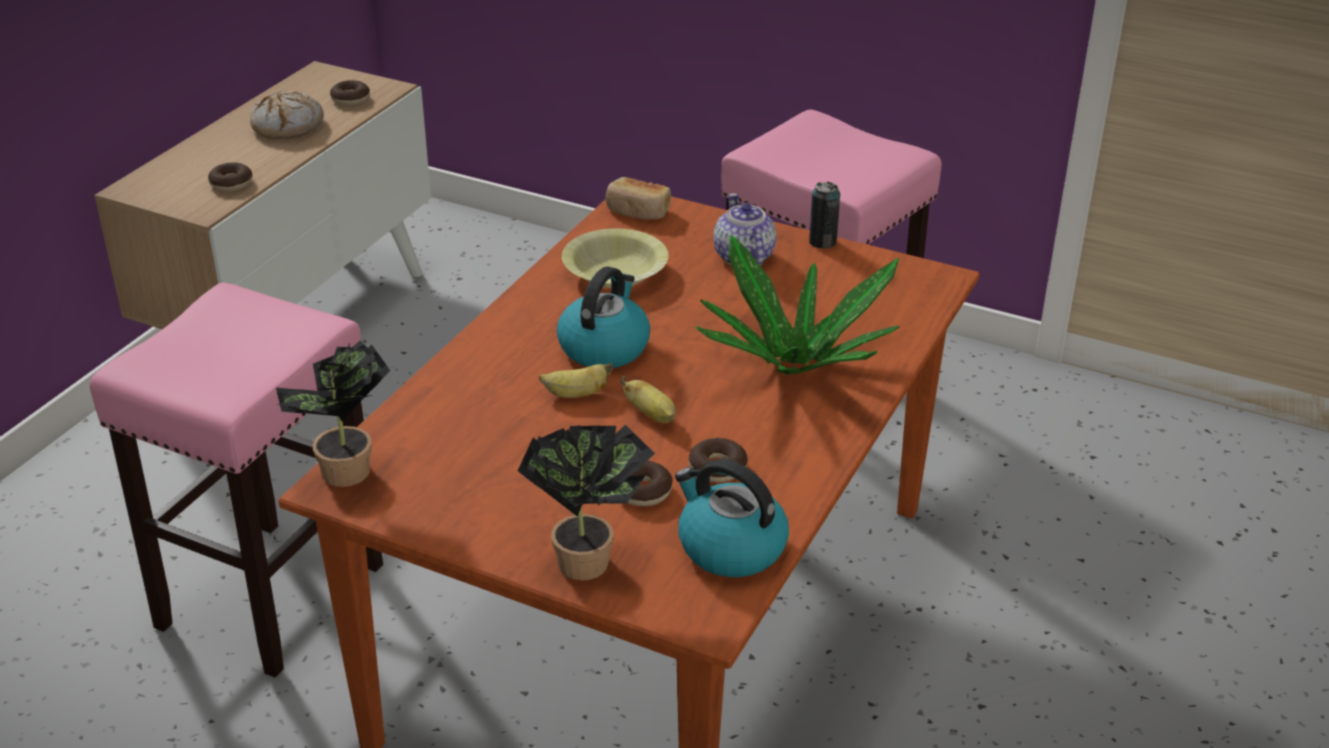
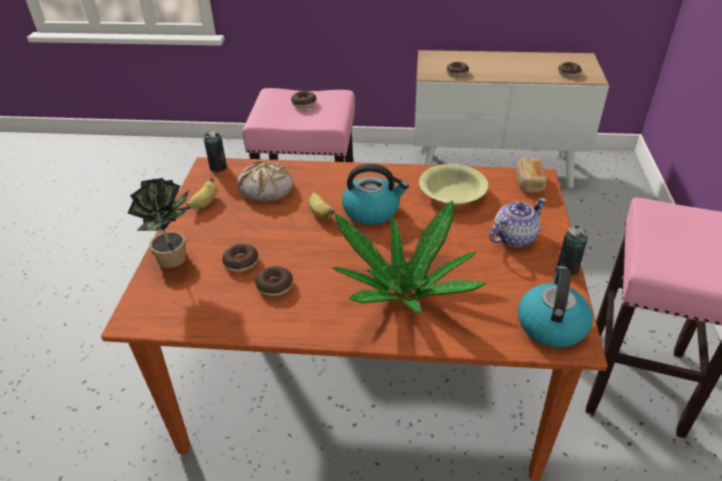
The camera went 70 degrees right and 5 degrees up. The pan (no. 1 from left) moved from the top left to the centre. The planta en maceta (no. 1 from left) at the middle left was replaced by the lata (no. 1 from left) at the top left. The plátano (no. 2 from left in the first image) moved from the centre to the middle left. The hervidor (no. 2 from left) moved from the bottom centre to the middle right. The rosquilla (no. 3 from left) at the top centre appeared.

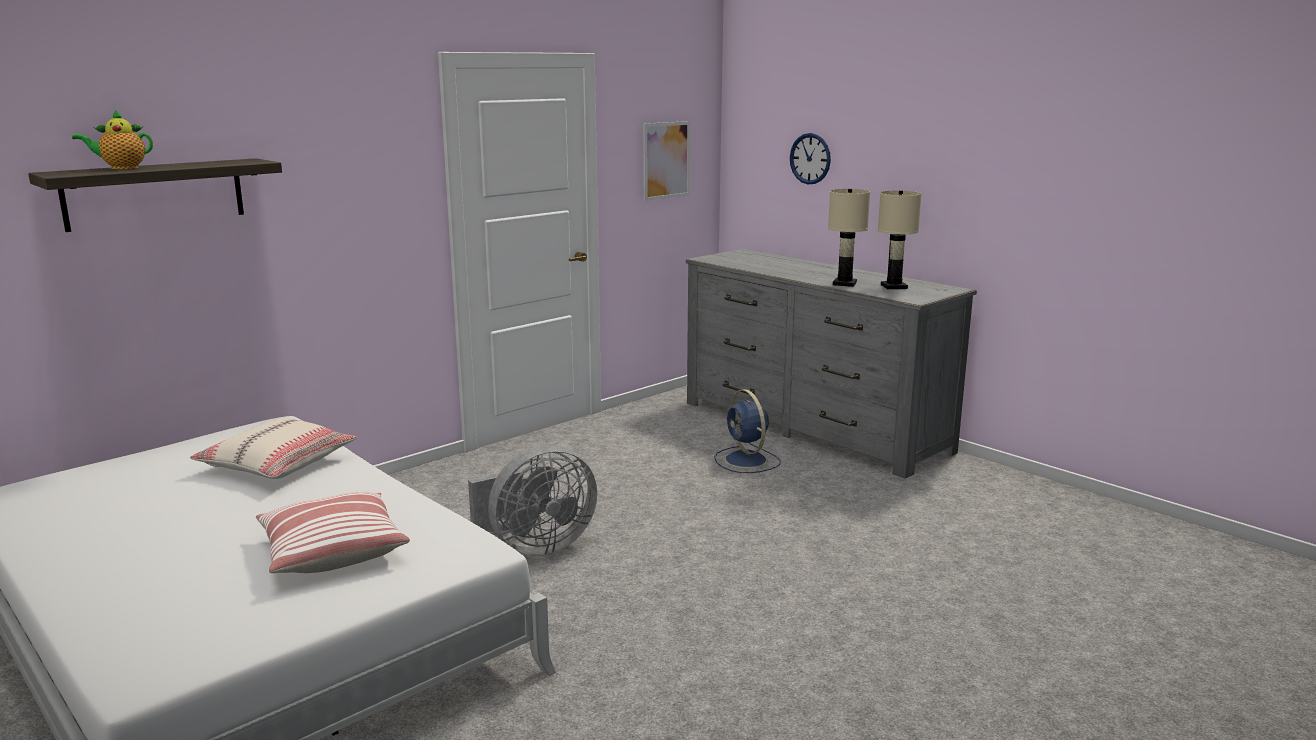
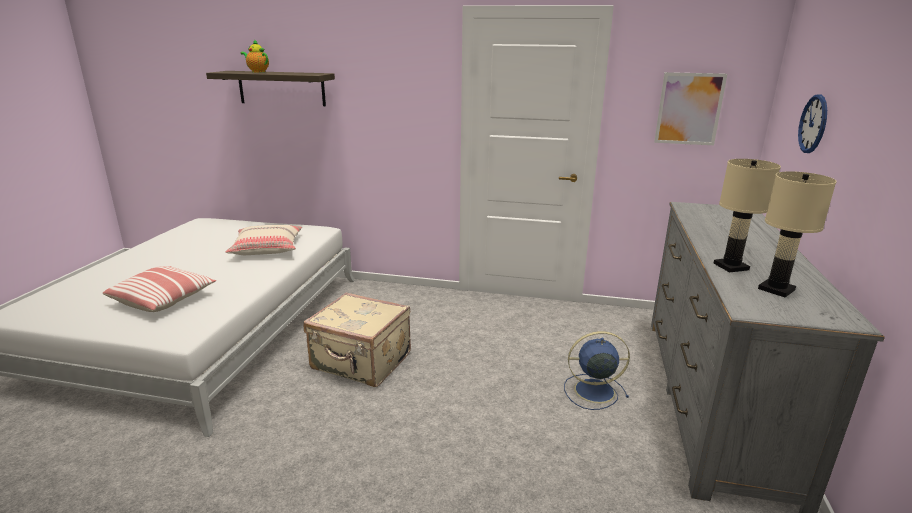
The camera went 55 degrees right and 5 degrees up. The ventilador (azul) at the centre turned 60 degrees clockwise. The ventilador (gris) at the bottom centre was replaced by the maleta (beis) at the centre.

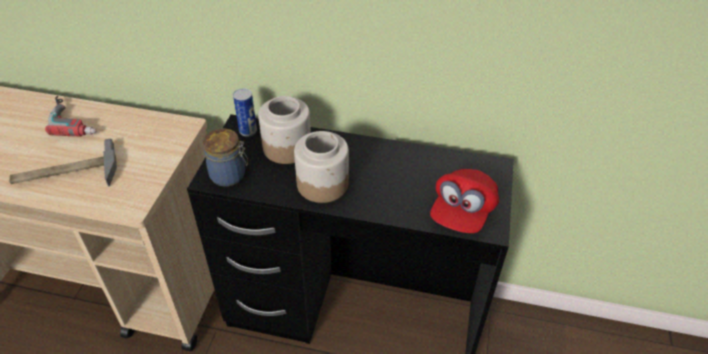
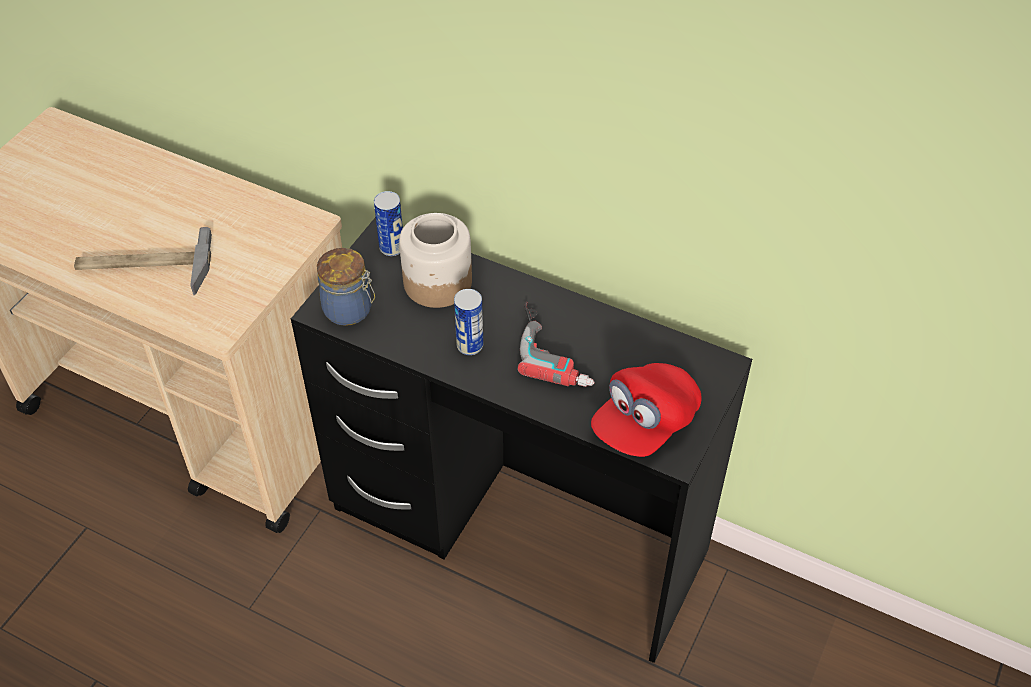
The camera went 15 degrees right and 5 degrees up. The taladro moved from the top left to the centre. The tarro (no. 3 from left) at the centre was replaced by the lata (no. 2 from left) at the centre.

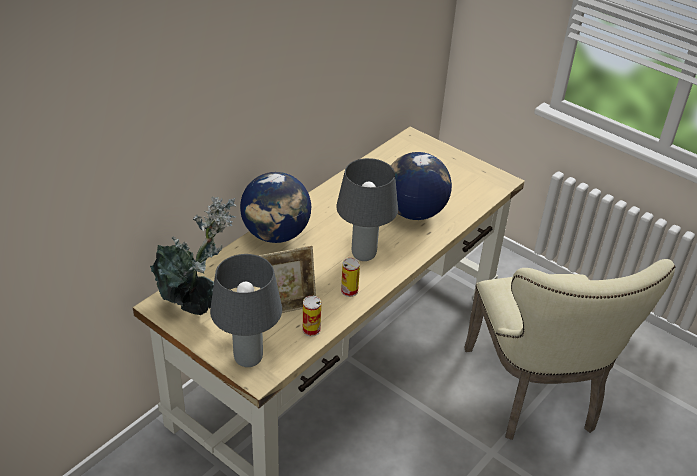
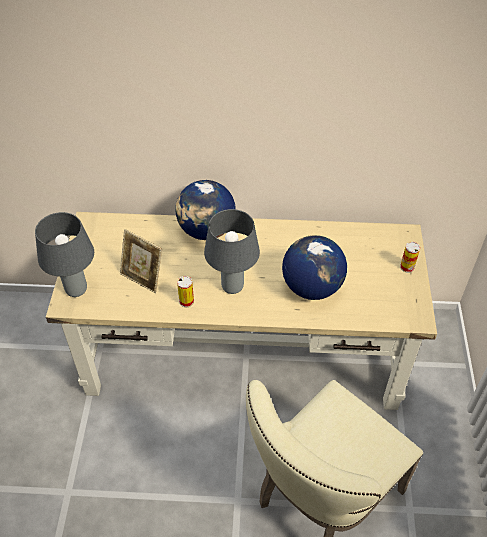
The camera went 55 degrees right and 10 degrees up. The planta en maceta at the middle left disappeared. The lata (no. 1 from left in the first image) moved from the centre to the middle right.

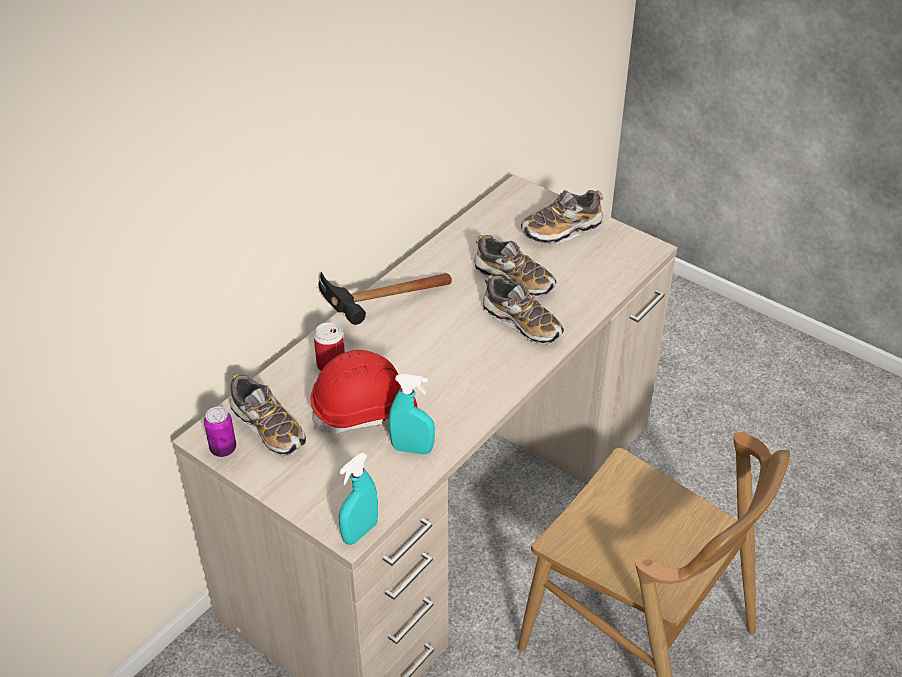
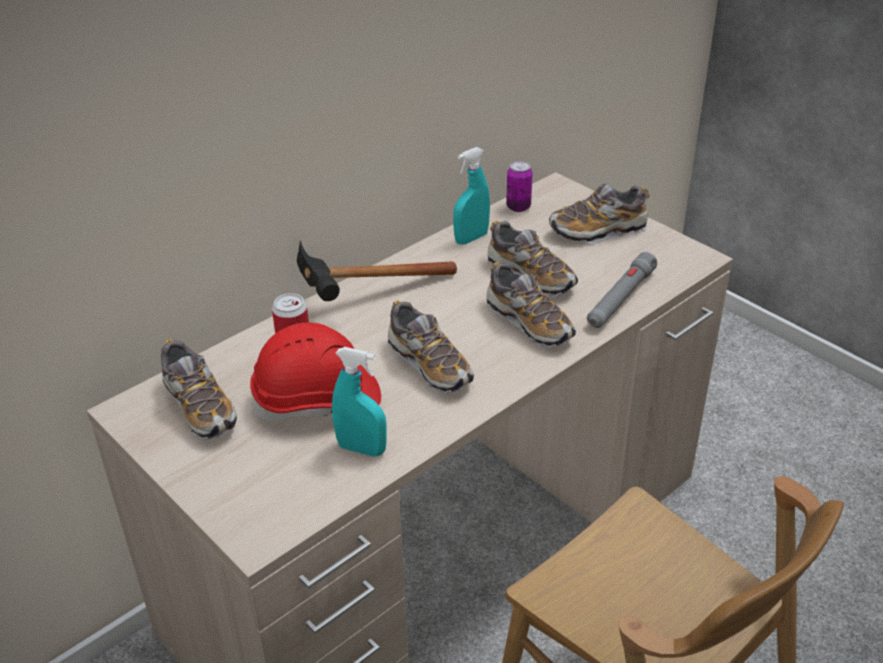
The camera went 10 degrees right and 5 degrees down. The lata (no. 1 from left in the first image) moved from the middle left to the top centre. The pulverizador (turquesa) (no. 1 from left in the first image) moved from the bottom centre to the top centre. The linterna (gris) at the middle right appeared. The zapato (no. 2 from left) at the centre appeared.

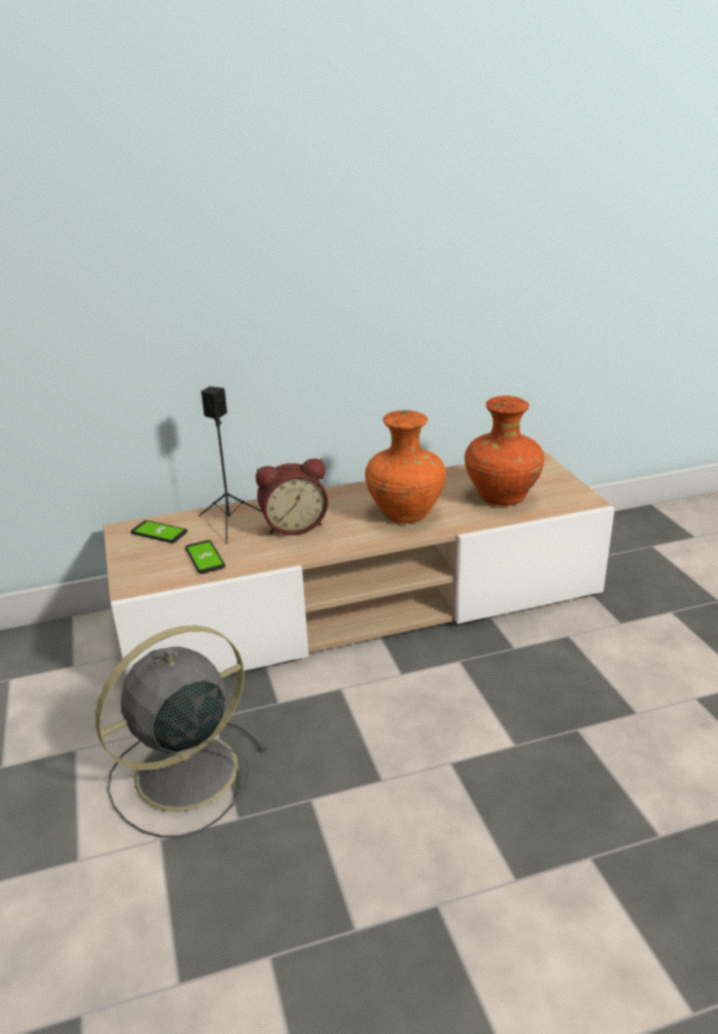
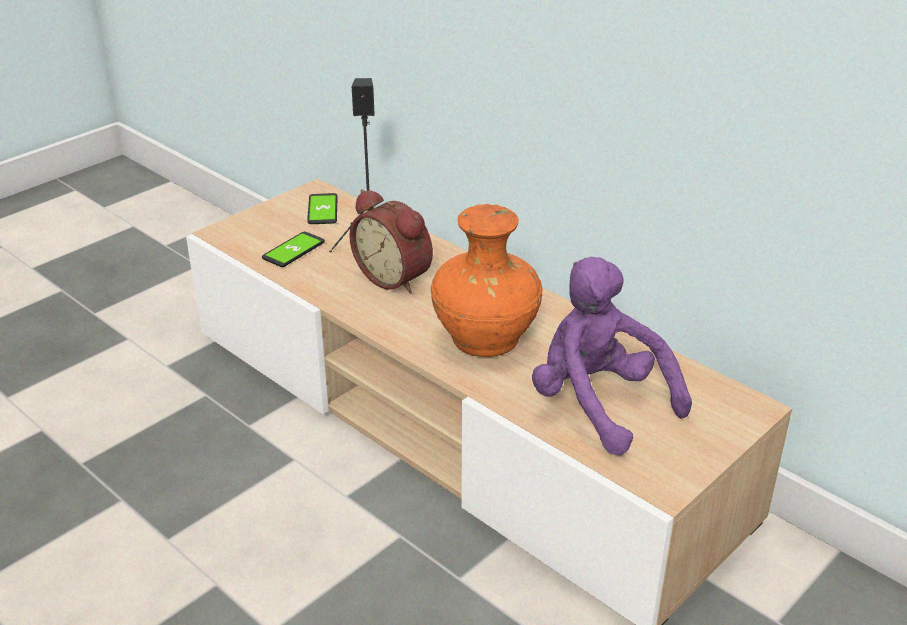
The camera went 60 degrees right and 5 degrees up. The florero (naranja) (no. 2 from left) at the middle right was replaced by the peluche (morado) at the middle right. The ventilador (gris) at the bottom left disappeared.

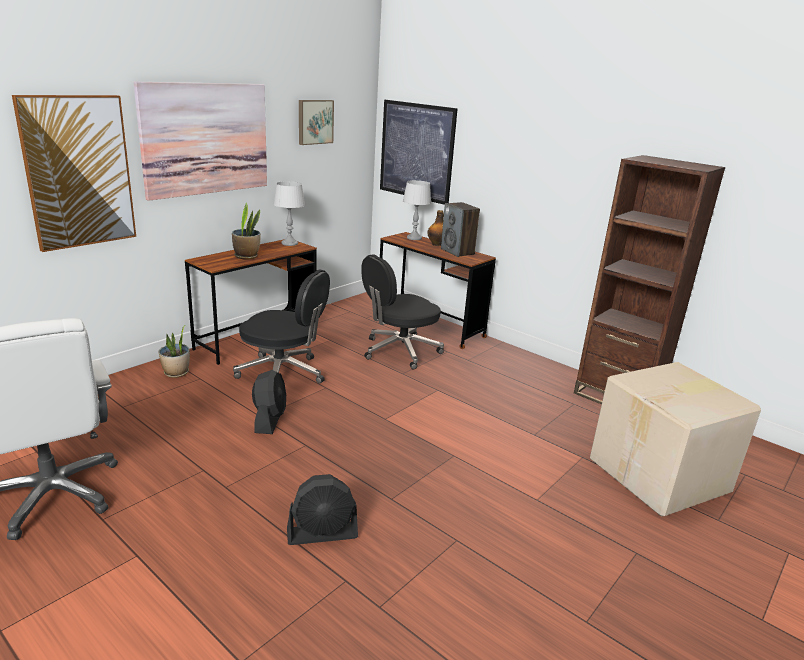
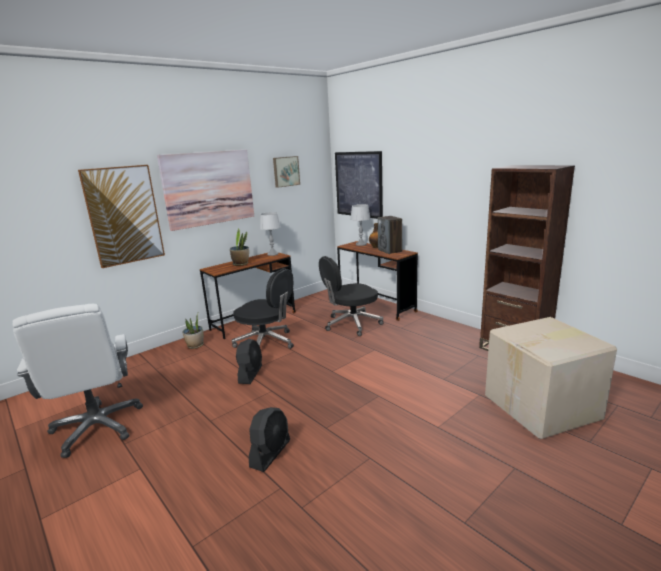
The camera went 10 degrees right and 5 degrees down. The ventilador (negro) (no. 2 from left) at the bottom centre turned 60 degrees counterclockwise.

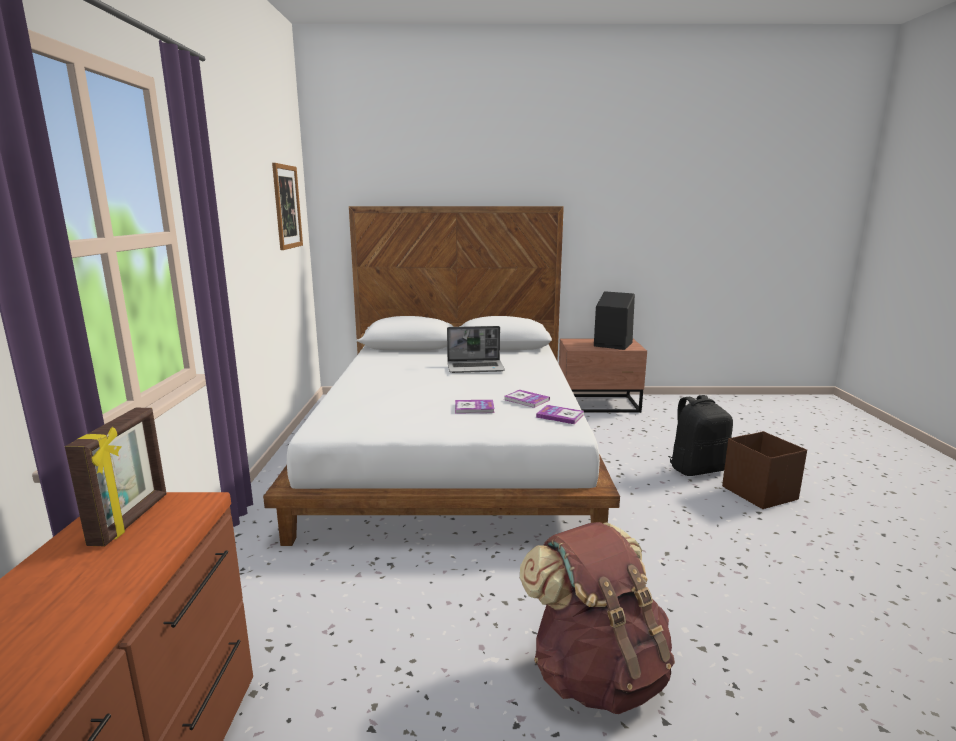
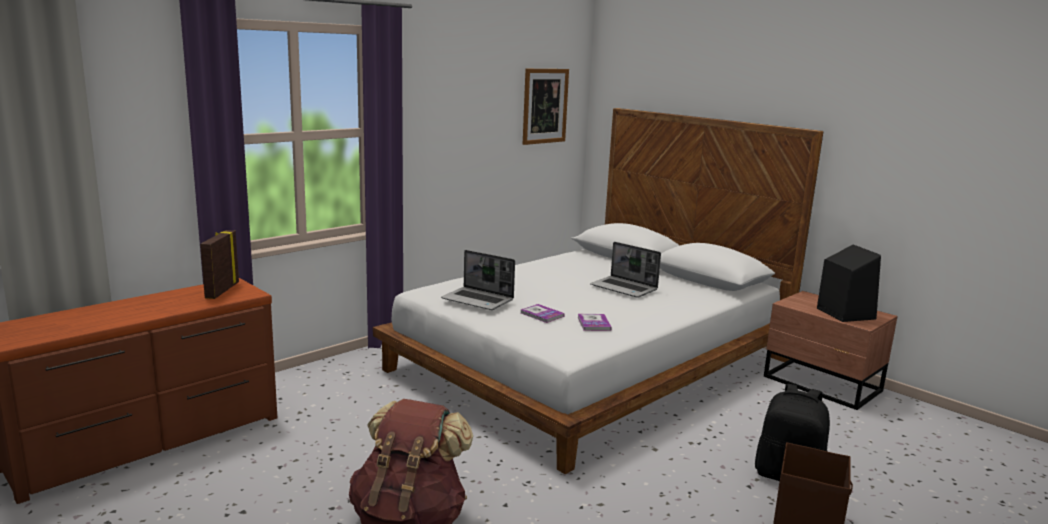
The camera went 45 degrees right and 0 degrees up. The libro (no. 3 from left) at the centre disappeared. The portarretratos at the middle left turned 135 degrees clockwise. The portátil (no. 1 from left) at the centre appeared.

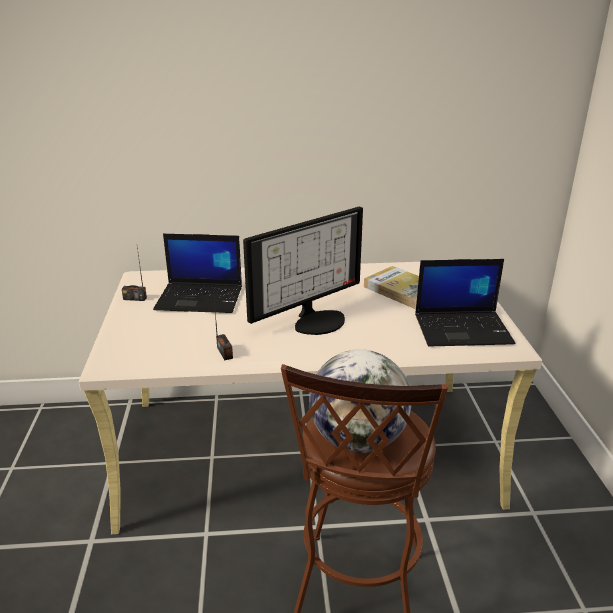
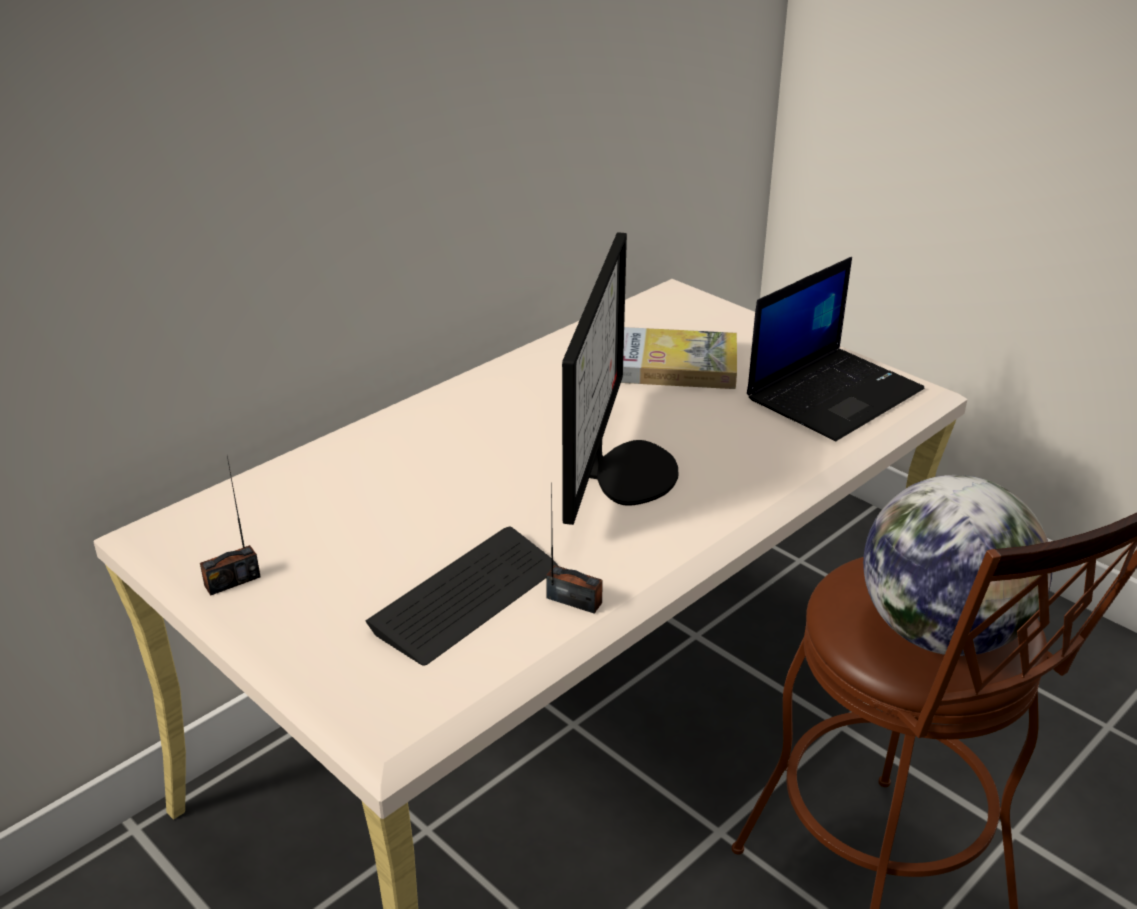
The camera went 40 degrees left and 5 degrees up. The portátil (no. 1 from left) at the middle left disappeared. The teclado at the centre appeared.

